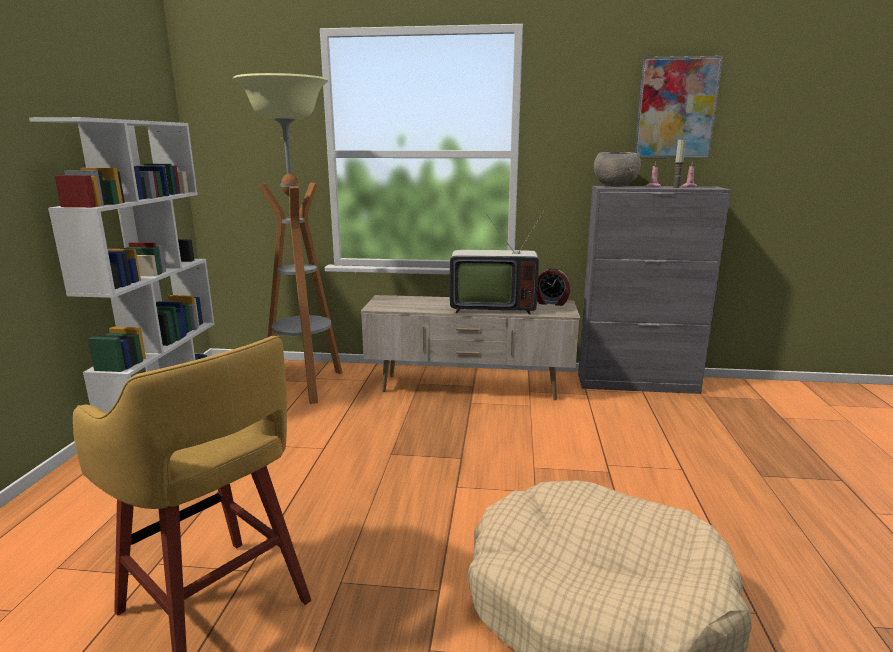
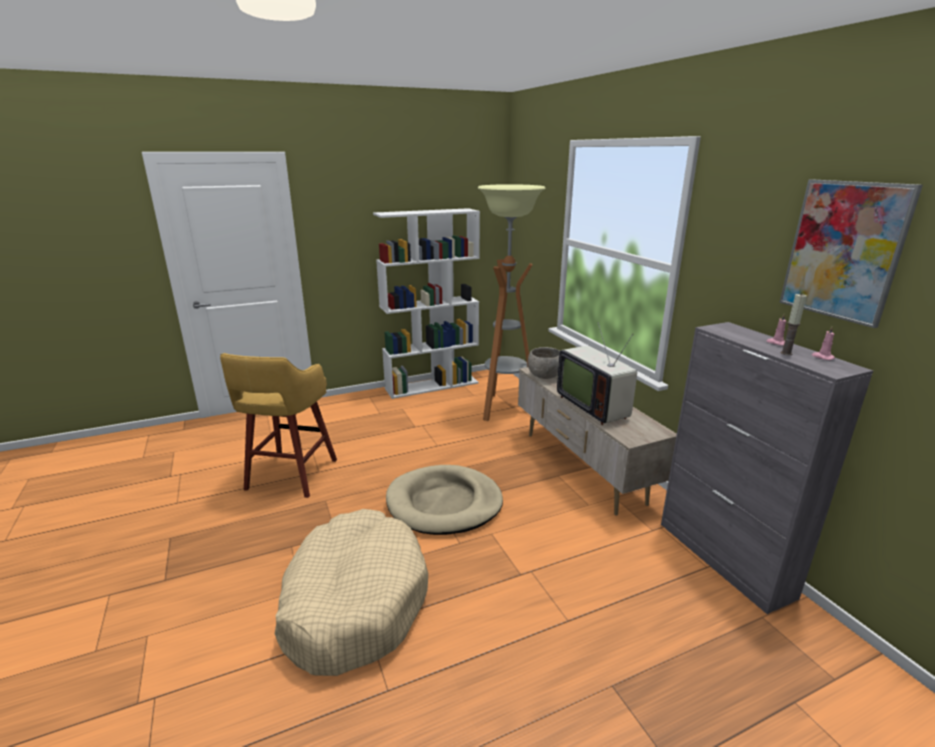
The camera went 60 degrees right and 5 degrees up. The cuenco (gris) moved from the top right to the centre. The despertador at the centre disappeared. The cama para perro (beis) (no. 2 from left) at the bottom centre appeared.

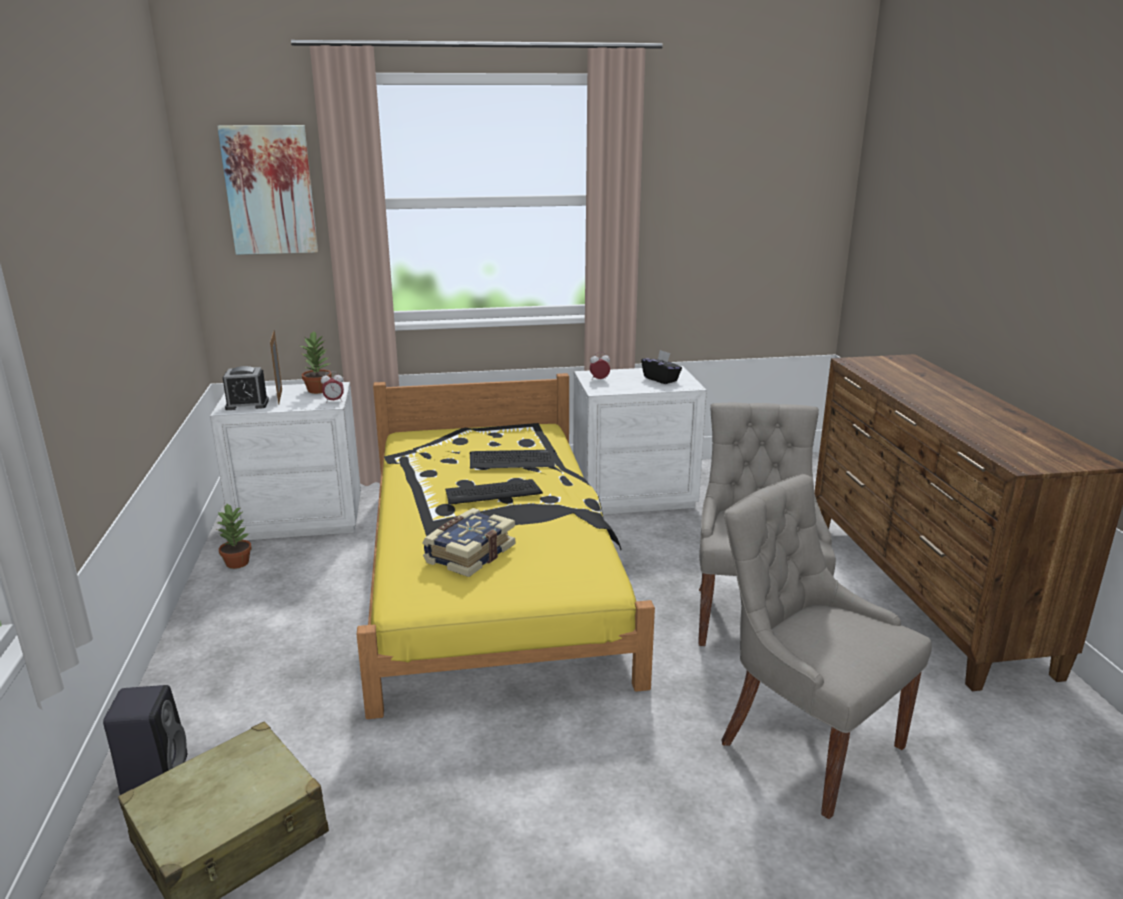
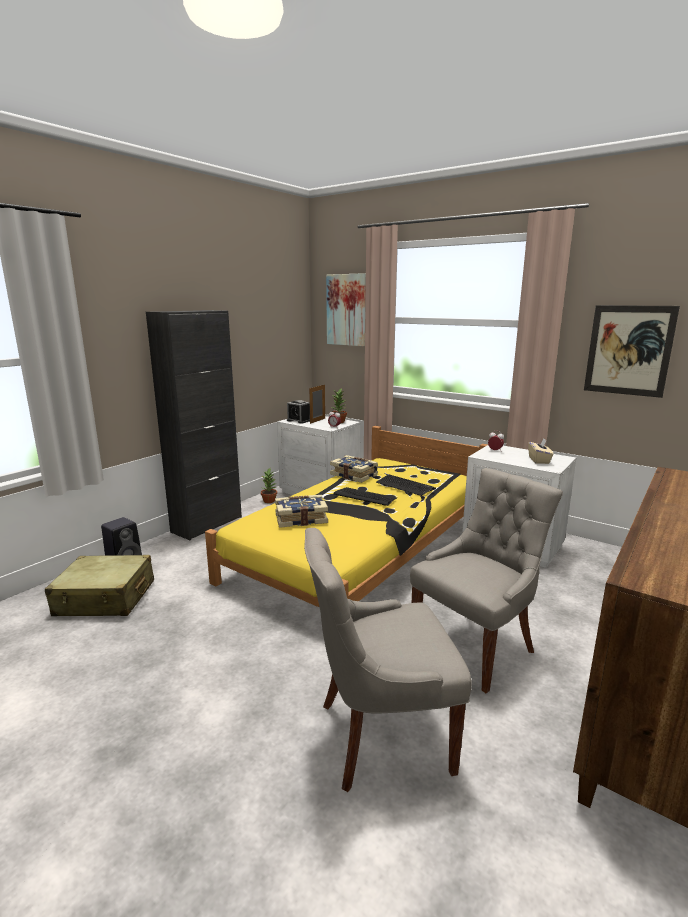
The camera went 45 degrees right and 5 degrees down. The caja de pañuelos (negro) at the centre became the caja de pañuelos (beis) at the middle right. The silla (gris) (no. 2 from left in the first image) at the bottom right turned 105 degrees counterclockwise. The cuadro (no. 2 from left) at the middle right appeared. The armario (negro) at the middle left appeared. The libro (no. 2 from left) at the centre appeared.

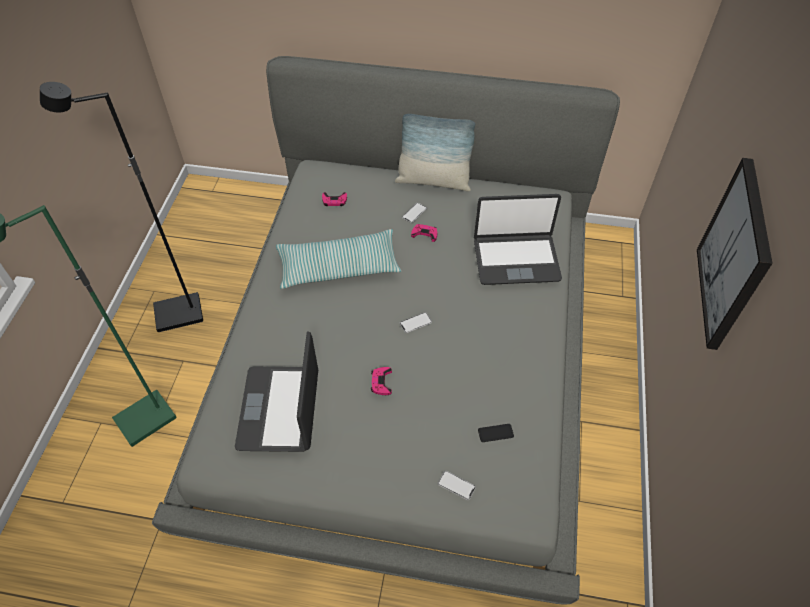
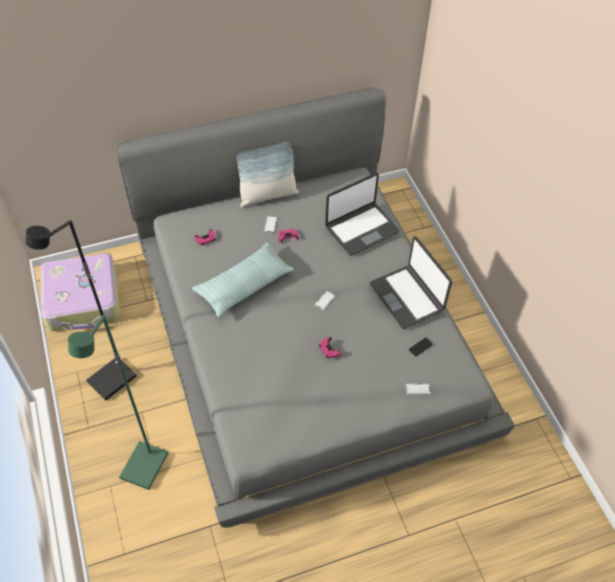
The camera went 30 degrees left and 0 degrees up. The cuadro at the middle right disappeared. The portátil (no. 1 from left in the first image) moved from the centre to the middle right. The maleta at the middle left appeared.

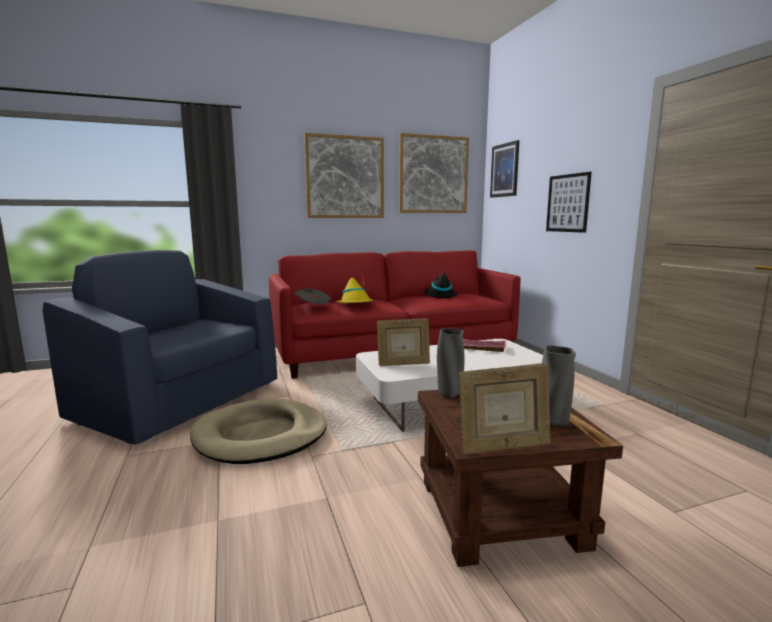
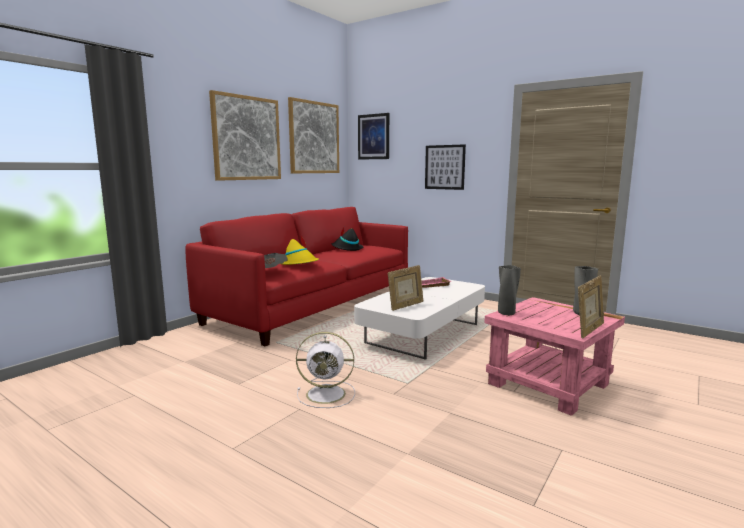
The camera went 35 degrees left and 0 degrees up. The sillón (azul) at the middle left disappeared. The mesa auxiliar (marrón) at the bottom right became the mesa auxiliar (rosa) at the bottom right. The cama para perro (beis) at the bottom centre was replaced by the ventilador (blanco) at the bottom centre.

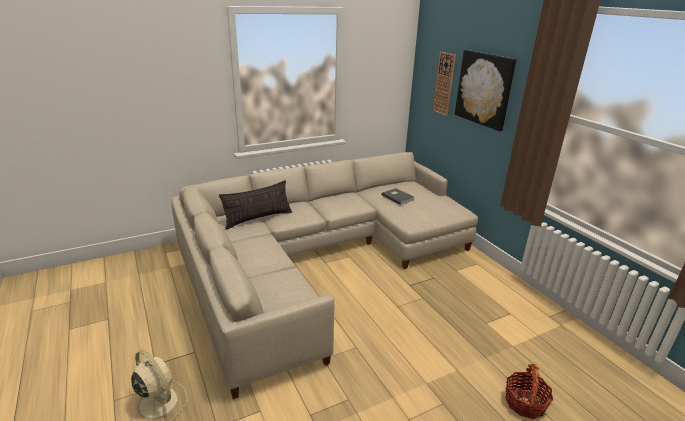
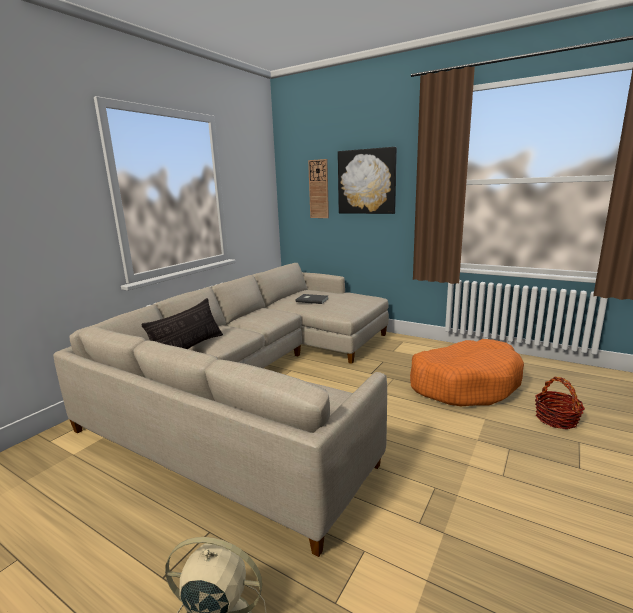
The camera went 30 degrees left and 10 degrees down. The cama para perro (naranja) at the middle right appeared.

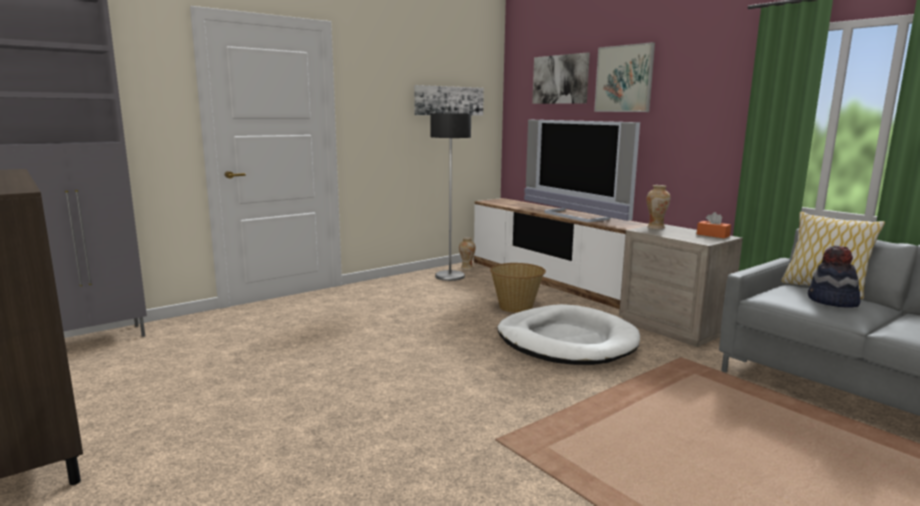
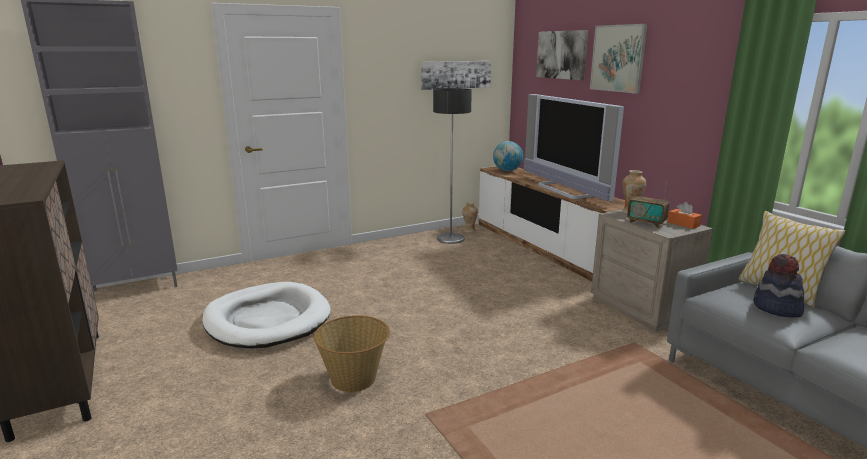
The camera went 10 degrees right and 5 degrees up. The cesta moved from the centre to the bottom centre. The cama para perro (blanco) moved from the centre to the bottom left. The globo terráqueo at the centre appeared. The radio at the middle right appeared.

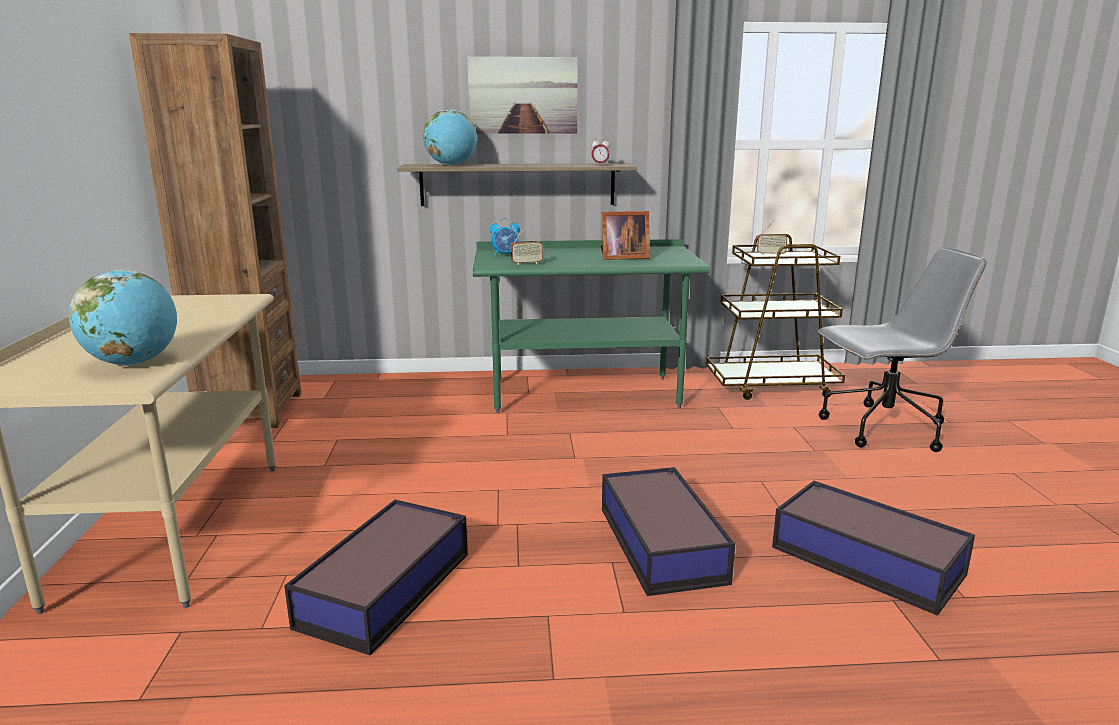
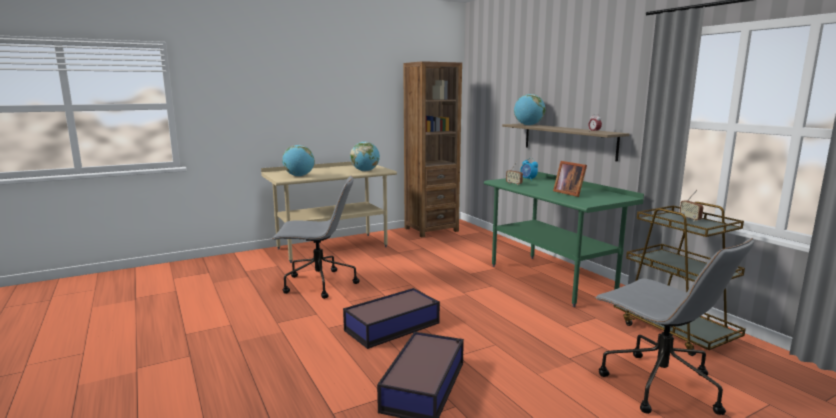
The camera went 65 degrees right and 5 degrees down. The cuadro at the top centre disappeared. The caja de almacenaje (no. 1 from left) at the bottom centre was replaced by the silla de oficina (gris) (no. 1 from left) at the centre. The globo terráqueo (no. 2 from left) at the centre appeared.

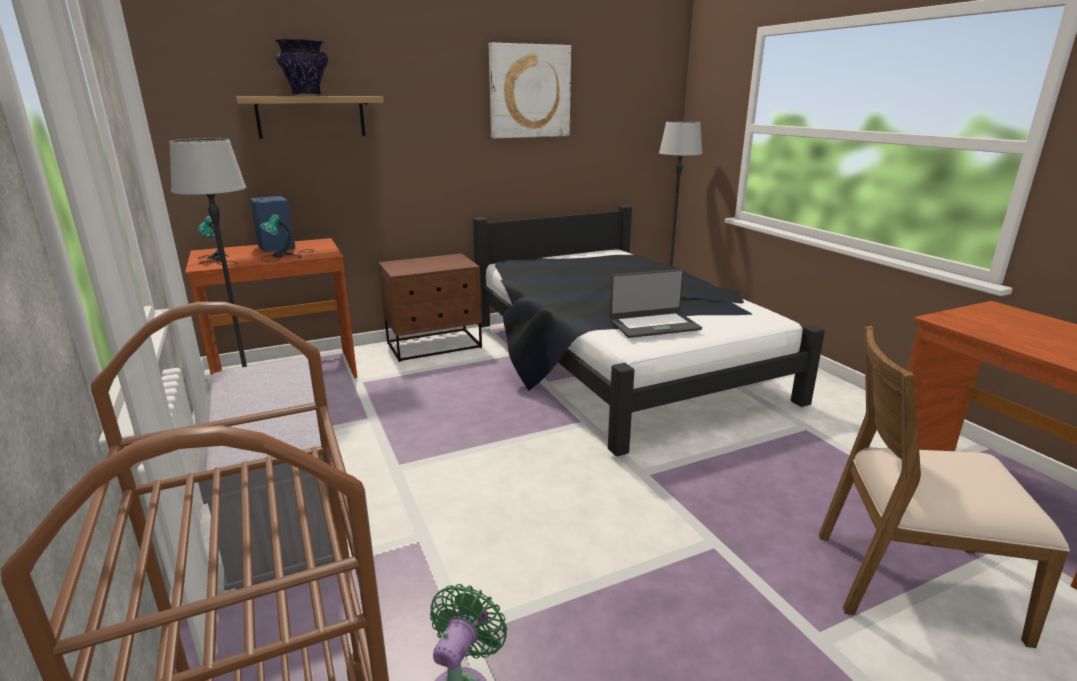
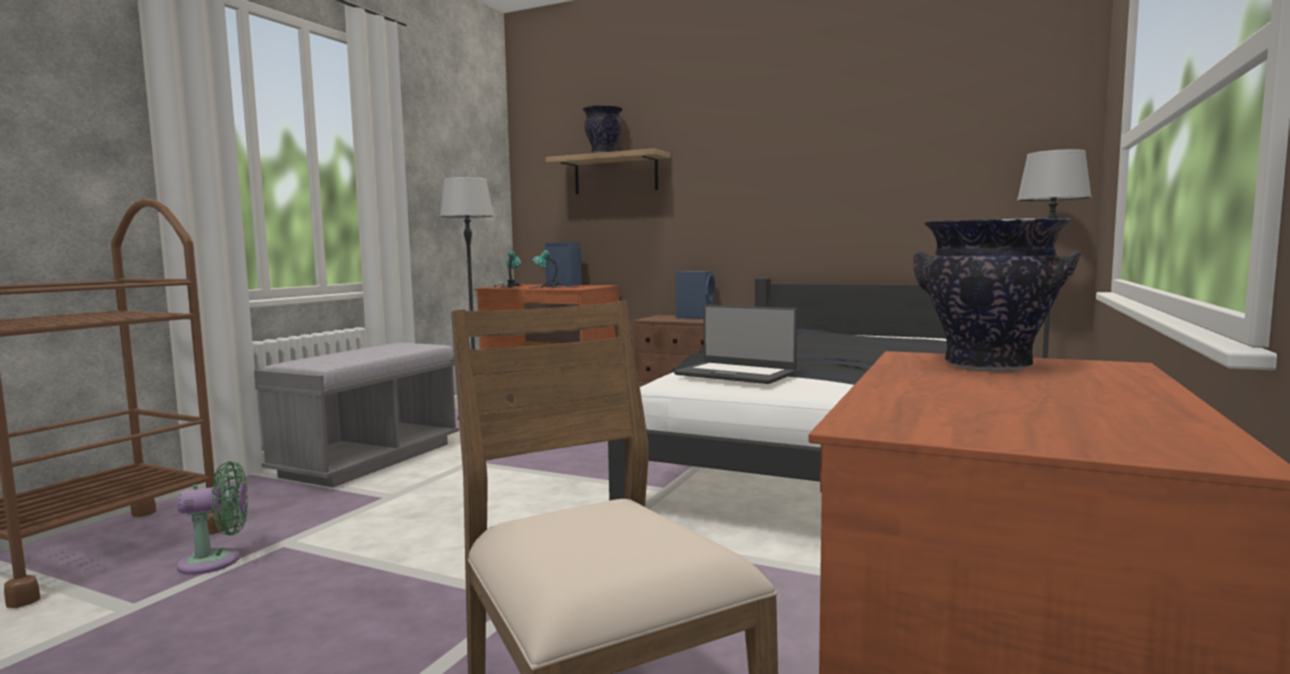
The camera went 50 degrees right and 15 degrees down. The cuadro at the top centre disappeared. The florero (no. 2 from left) at the middle right appeared. The altavoz (azul) (no. 2 from left) at the centre appeared.

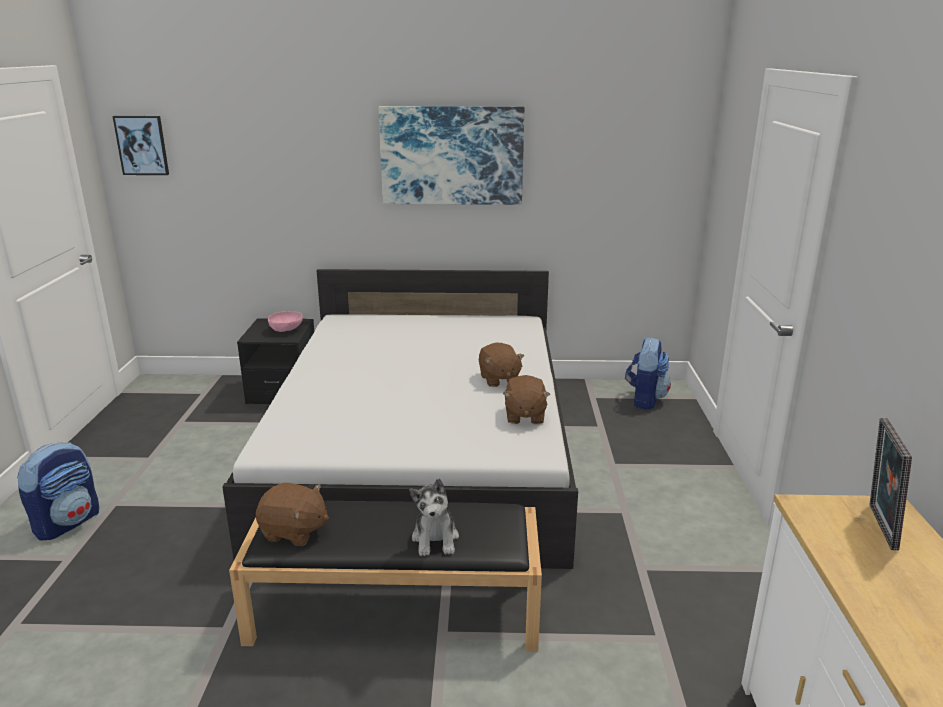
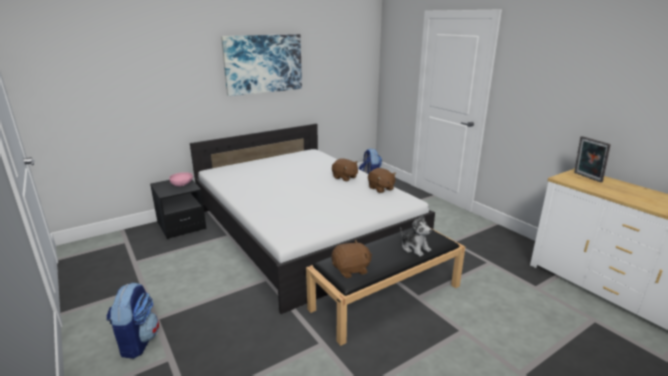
The camera went 35 degrees left and 0 degrees up. The cuadro (no. 1 from left) at the top left disappeared.

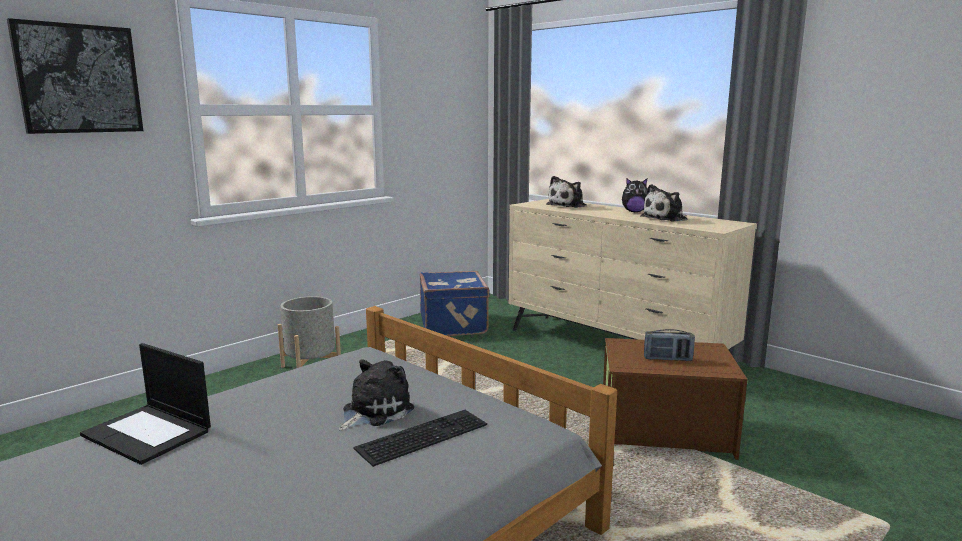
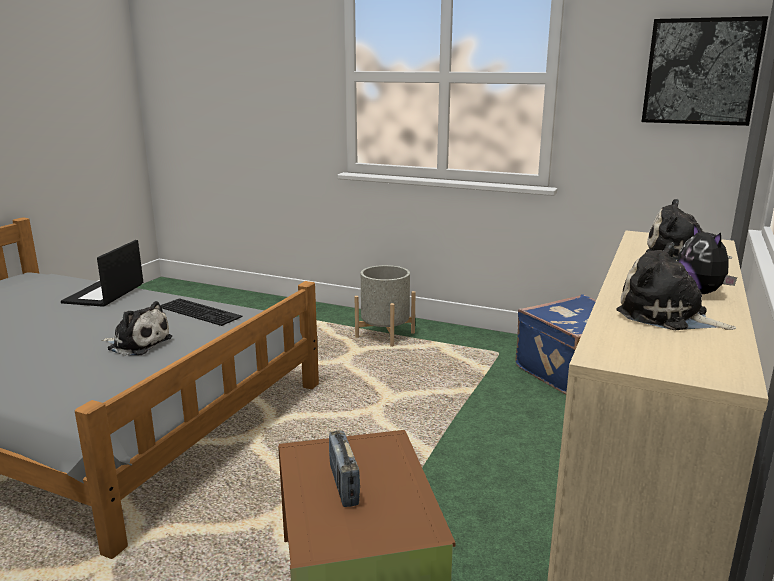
The camera went 70 degrees right and 5 degrees up. The cuadro moved from the top left to the top right. The teclado moved from the bottom centre to the middle left.

